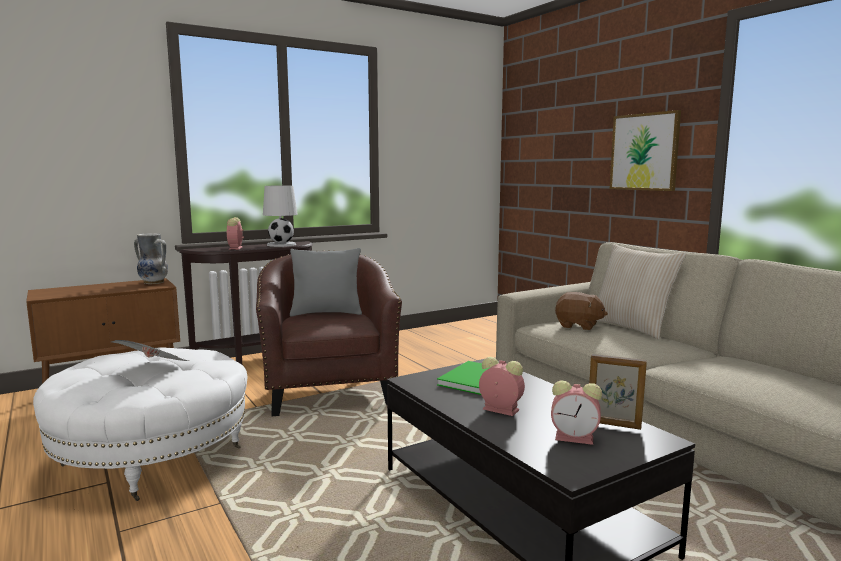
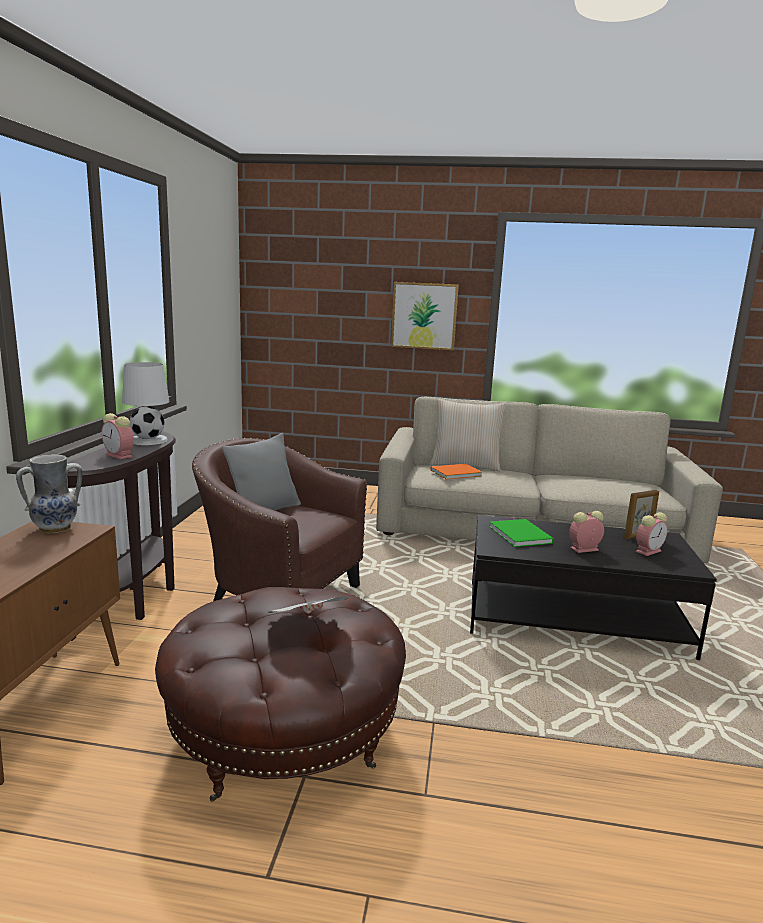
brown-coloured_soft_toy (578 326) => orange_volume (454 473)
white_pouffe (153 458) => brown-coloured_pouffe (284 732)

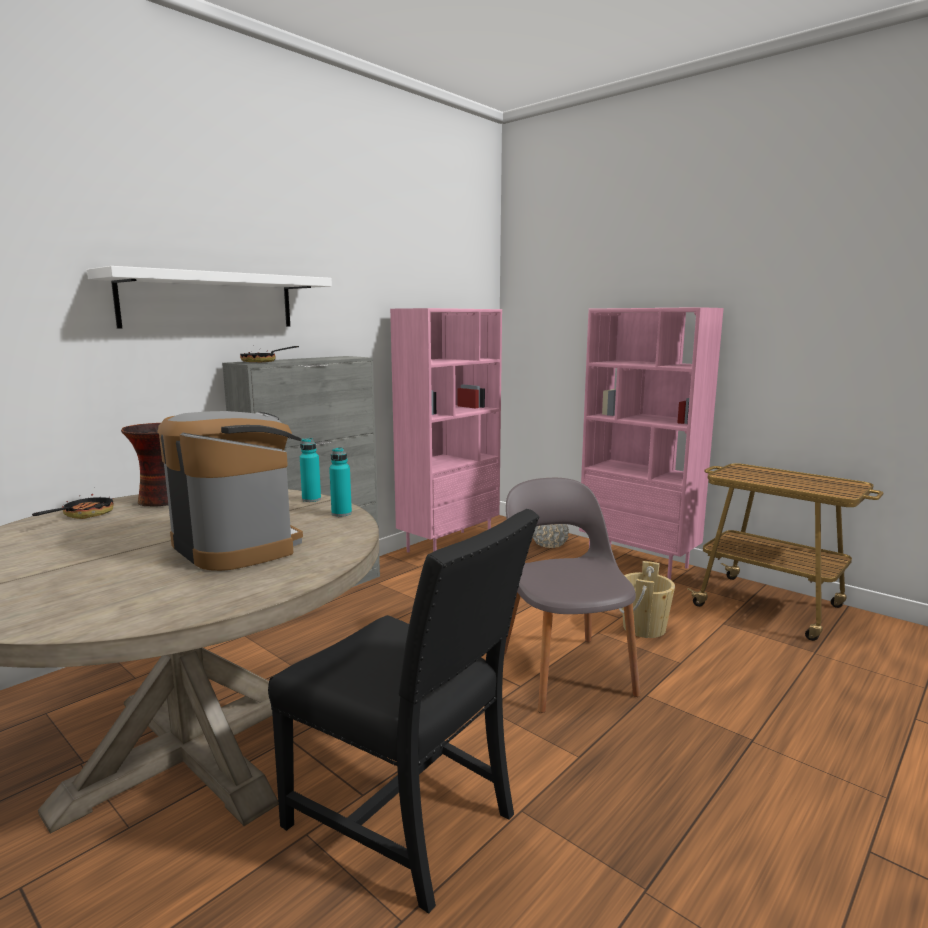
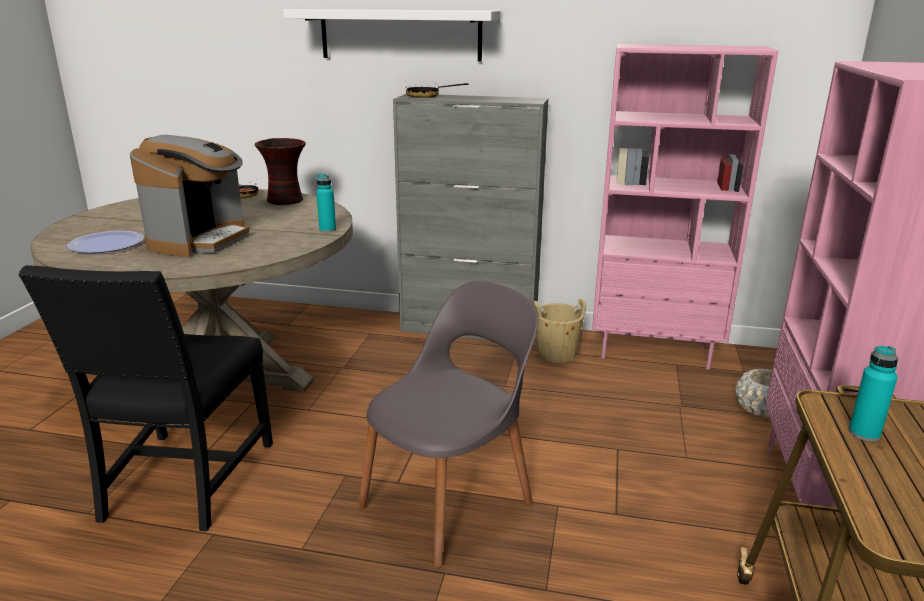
blue-green_bottle (341 513) => blue-green_bottle (864 433), shifted
sand-coloured_pail (644 628) => sand-coloured_pail (556 354), shifted
nothing => flat_dish (106 244)

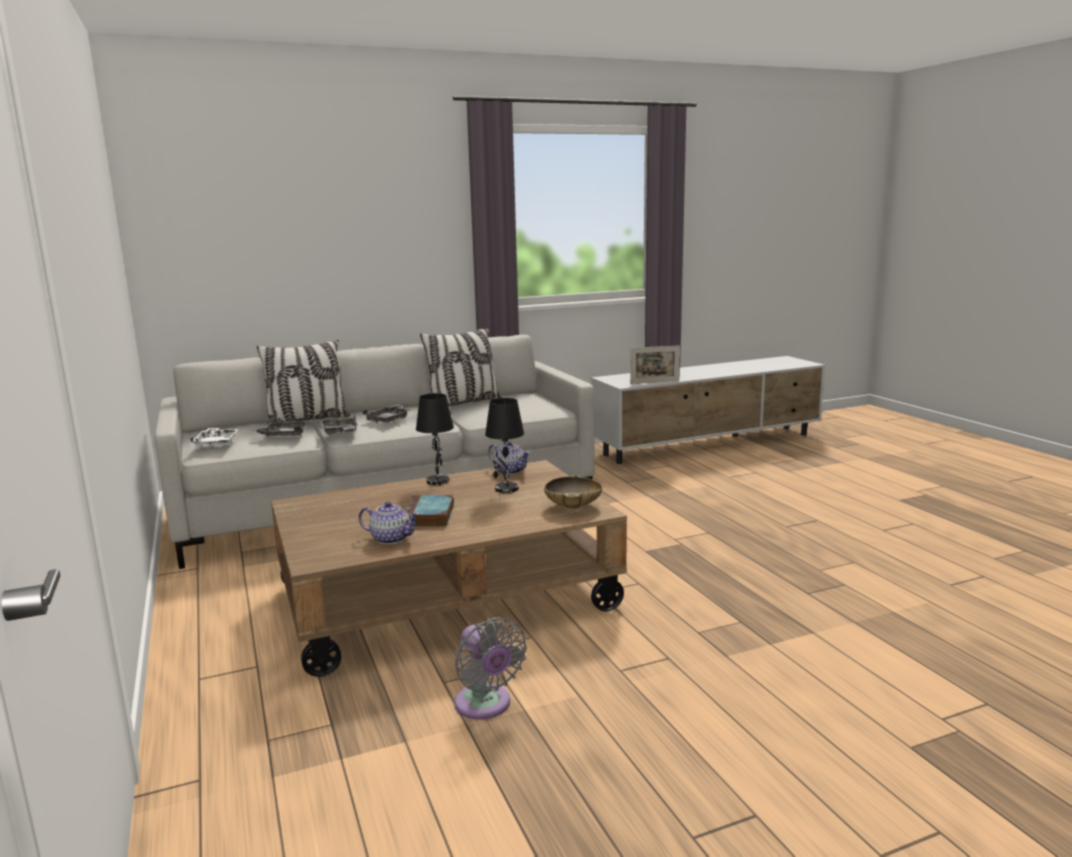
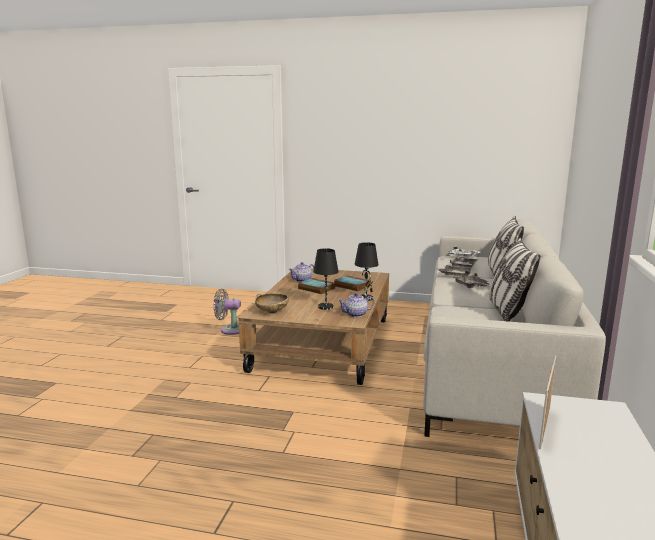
nothing => volume (351 286)

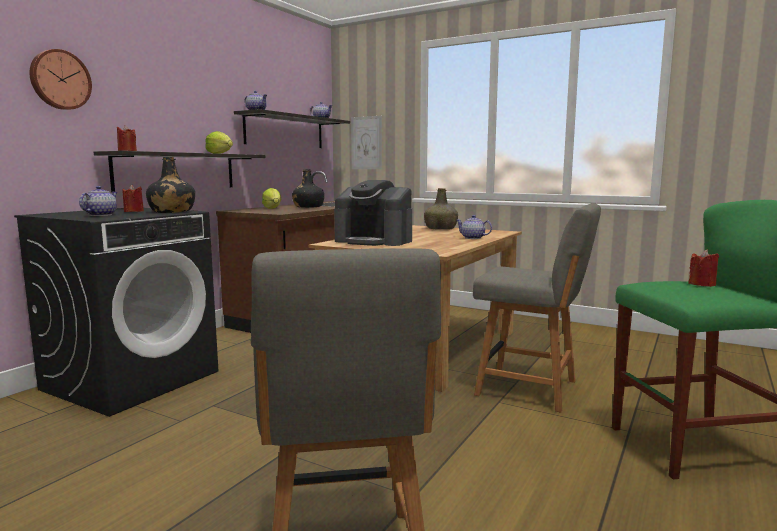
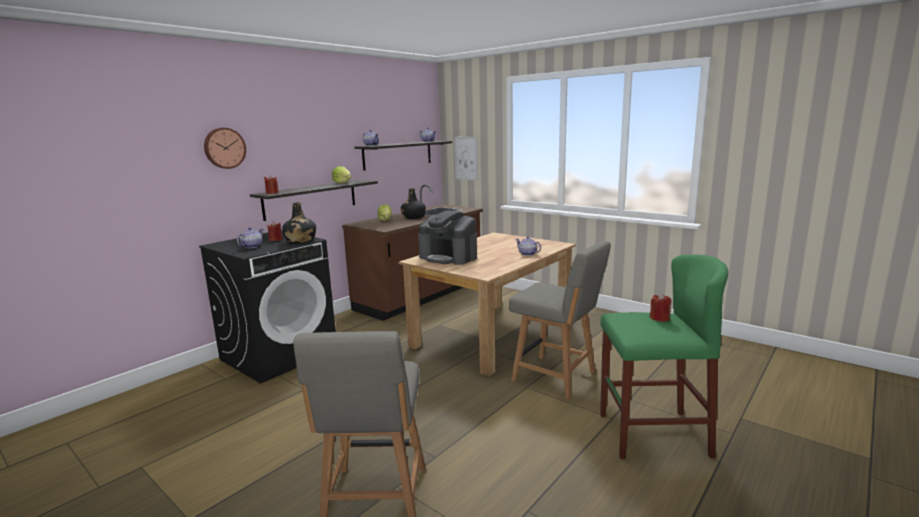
green_bottle (441 229) => nothing

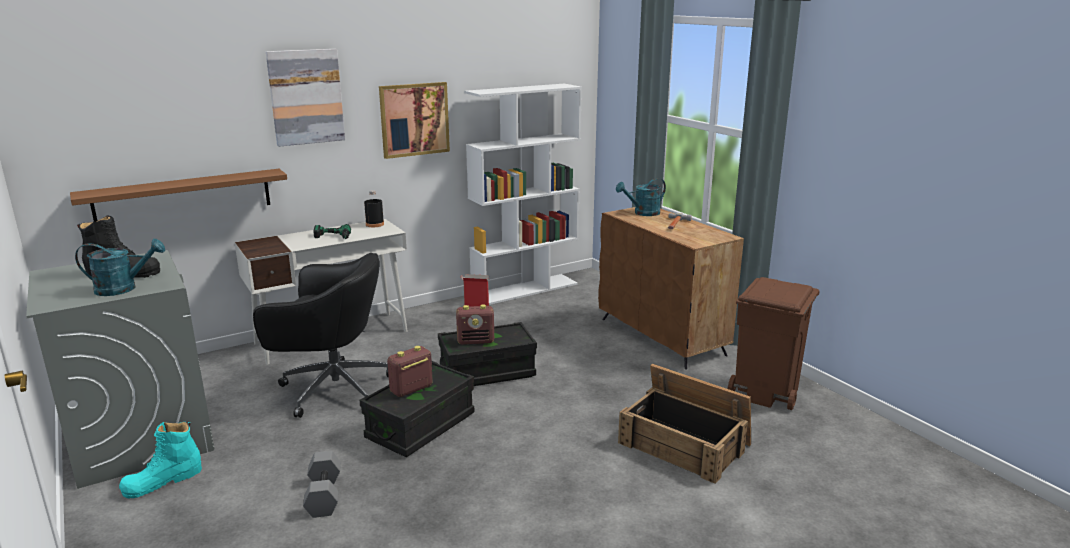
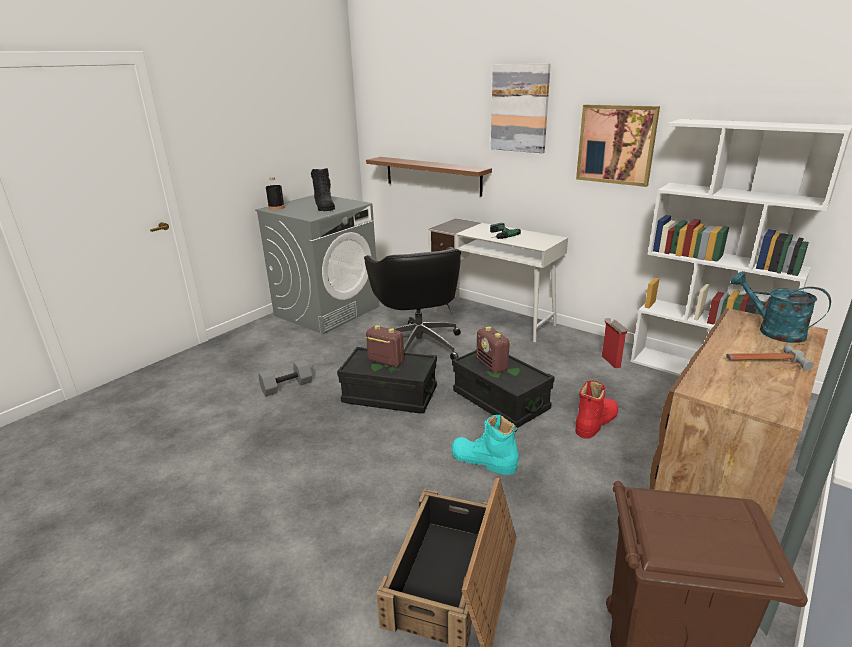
blackish_bottle (375 224) => blackish_bottle (276 207), shifted
blue-green_sprinkling_can (123 288) => nothing
blue-green_tall_boot (163 481) => blue-green_tall_boot (483 460), shifted
nothing => red_tall_boot (595 422)

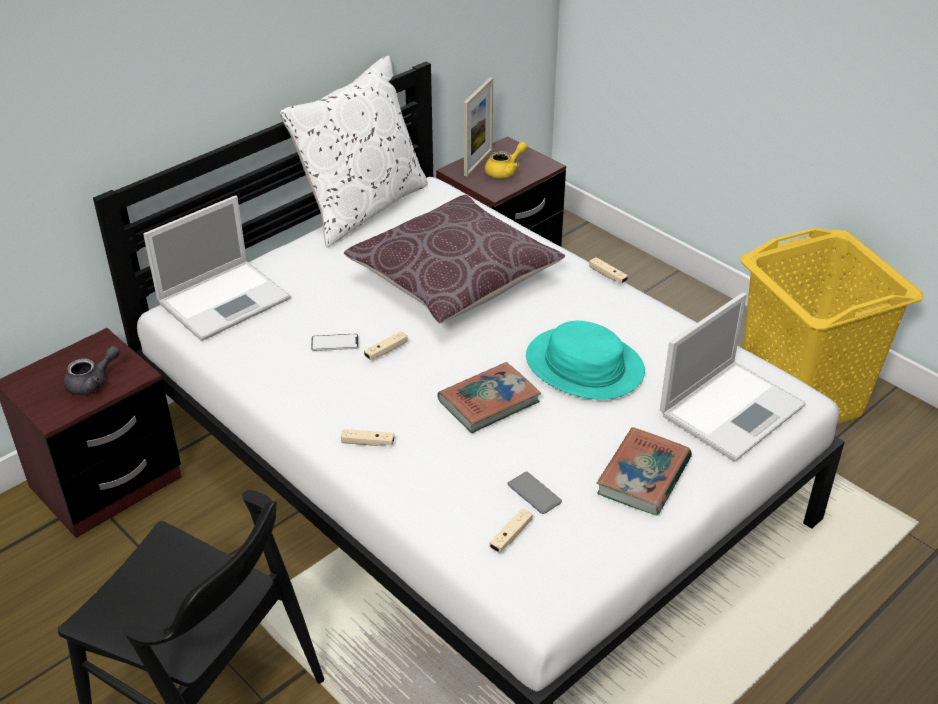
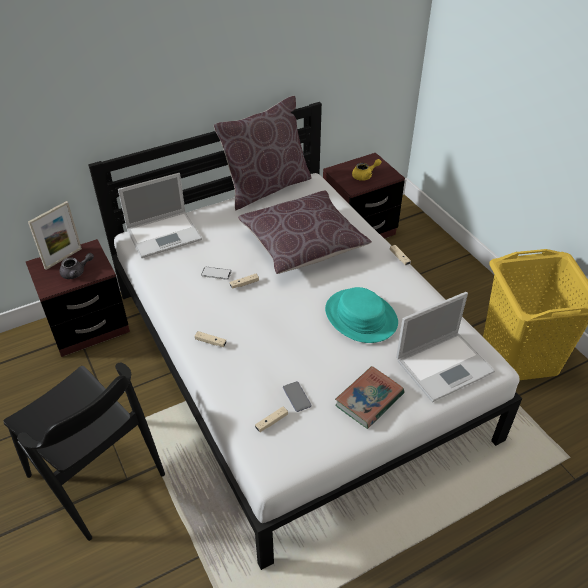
white_cushion (362 207) => brown-coloured_cushion (266 187)
photo_frame (478 162) => photo_frame (63 258), shifted
volume (489 402) => nothing

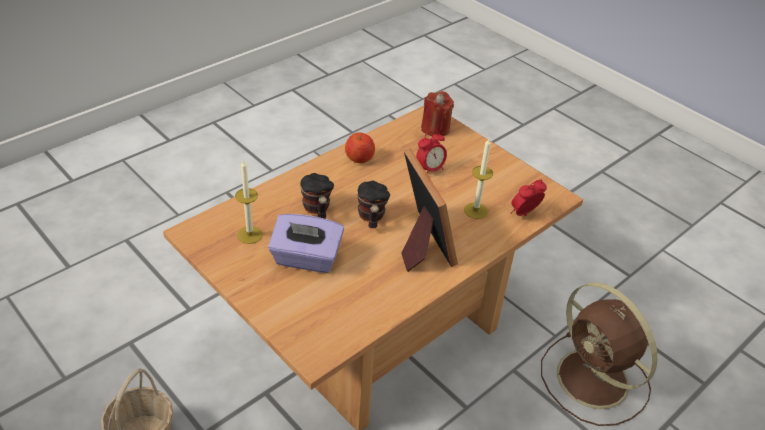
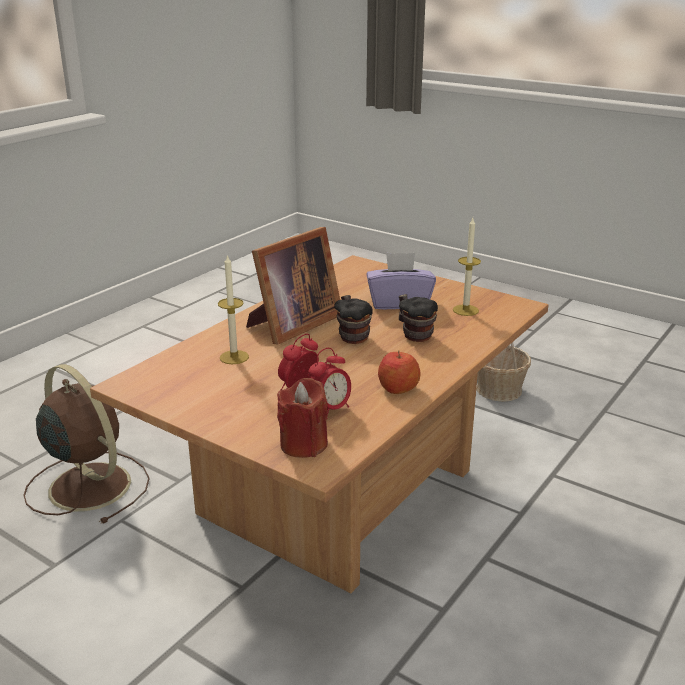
photo_frame (421 243) => photo_frame (292 325), 105 degrees counterclockwise
bedside_clock (524 214) => bedside_clock (330 410), shifted

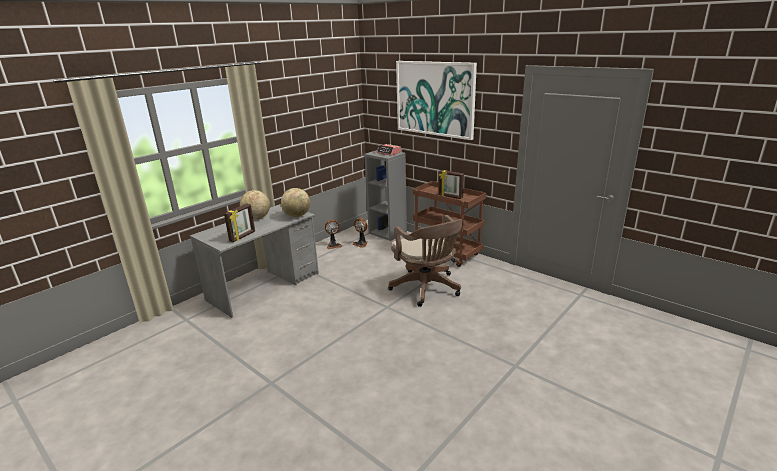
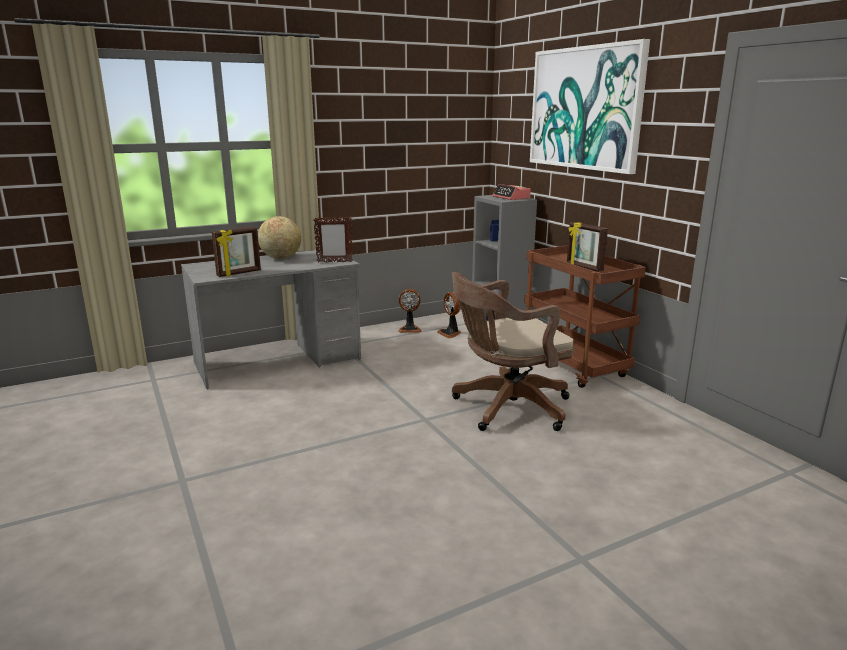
world_globe (297 216) => photo_frame (334 262)
brown-coloured_desk_chair (427 289) => brown-coloured_desk_chair (506 408), 75 degrees clockwise

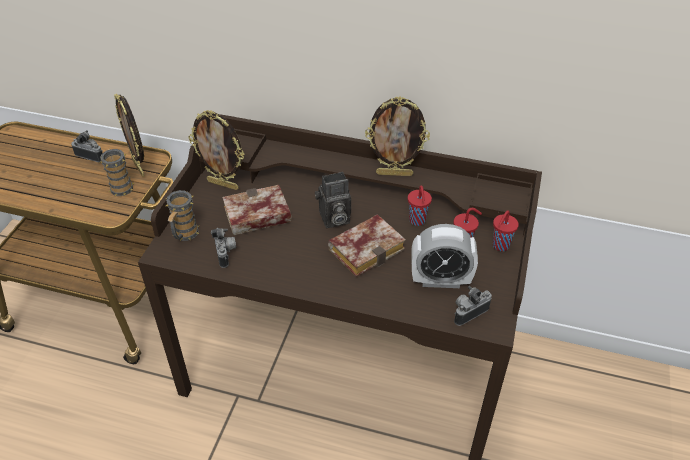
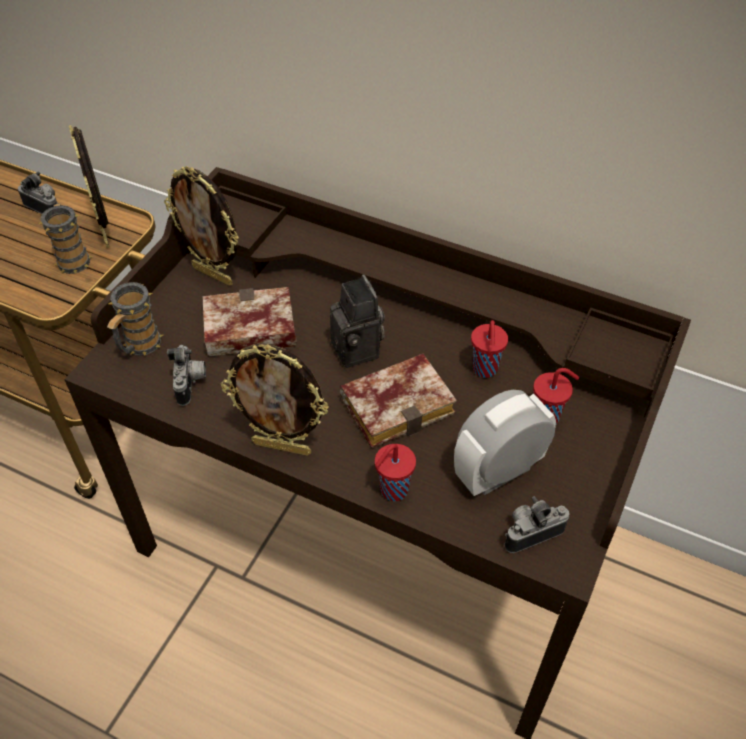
photo_frame (394 173) => photo_frame (282 446), shifted
still_camera (333 219) => still_camera (359 350), 105 degrees counterclockwise
red_cup (500 246) => red_cup (392 491), shifted
bedside_clock (440 280) => bedside_clock (499 472), 135 degrees clockwise

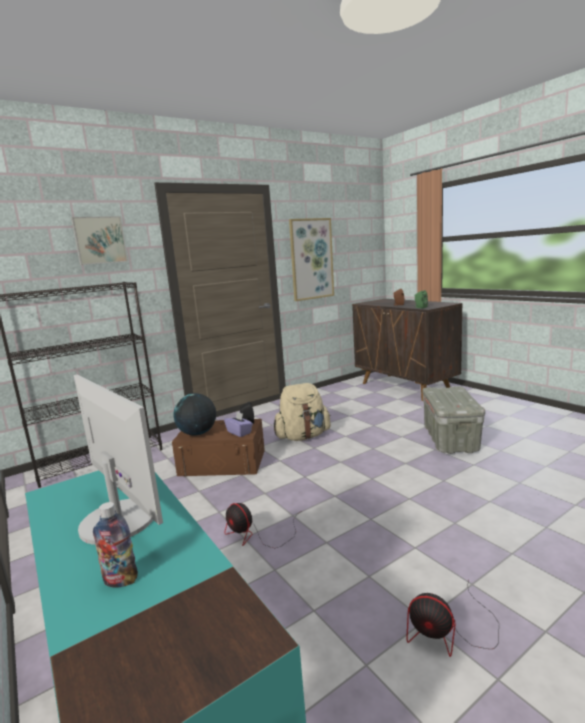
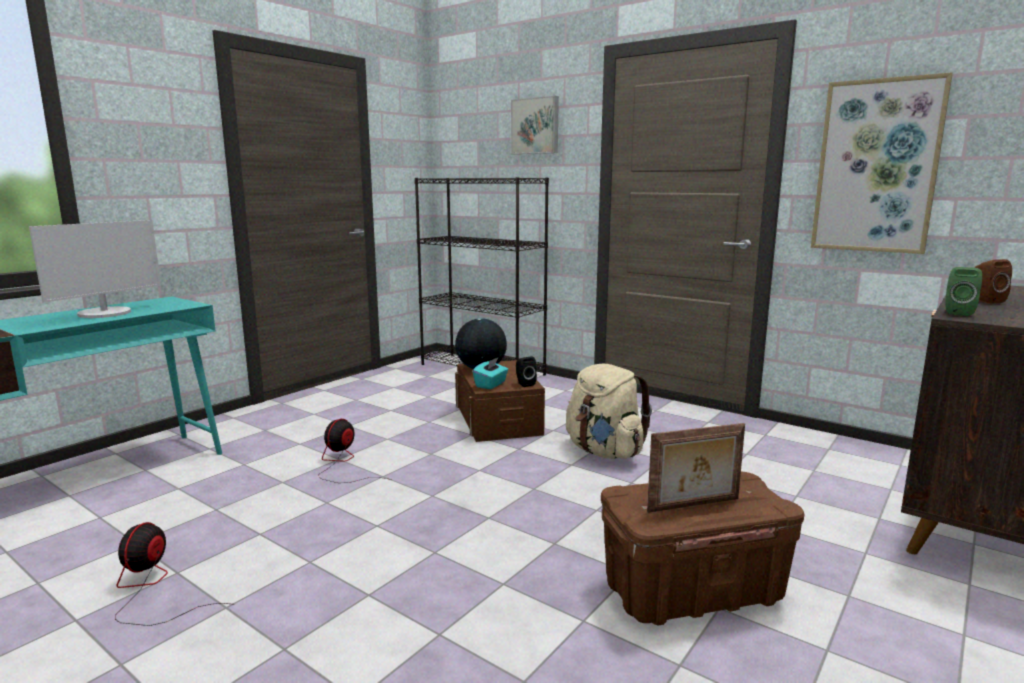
grey_storage_container (450 439) => brown-coloured_storage_container (693 591)
purple_tissue_box (239 432) => blue-green_tissue_box (491 385)
bottle (121 580) => nothing
nothing => photo_frame (694 506)

